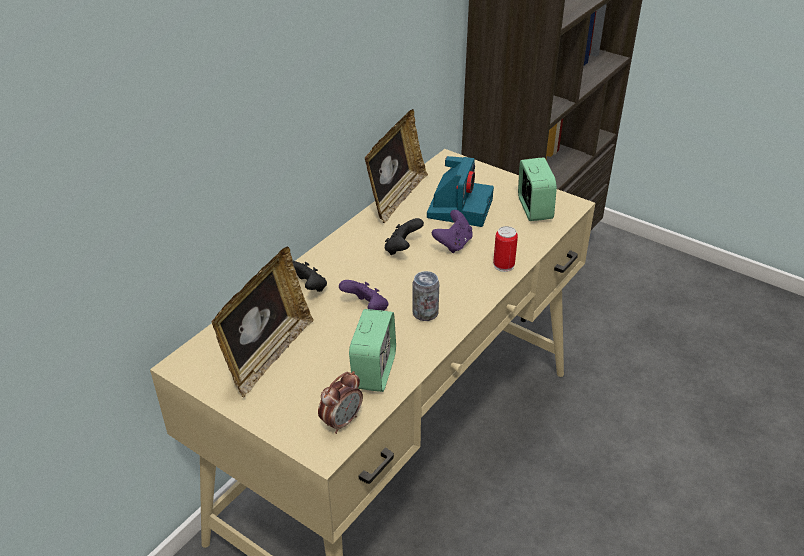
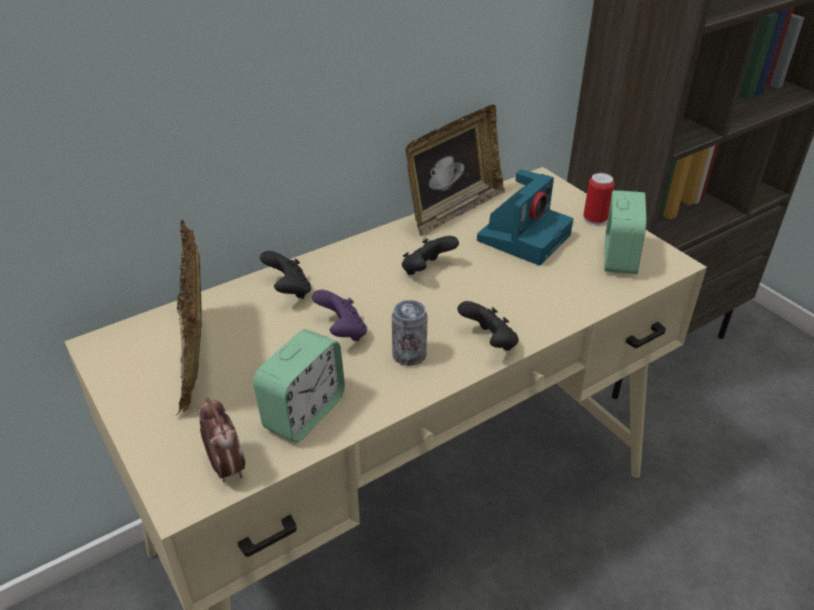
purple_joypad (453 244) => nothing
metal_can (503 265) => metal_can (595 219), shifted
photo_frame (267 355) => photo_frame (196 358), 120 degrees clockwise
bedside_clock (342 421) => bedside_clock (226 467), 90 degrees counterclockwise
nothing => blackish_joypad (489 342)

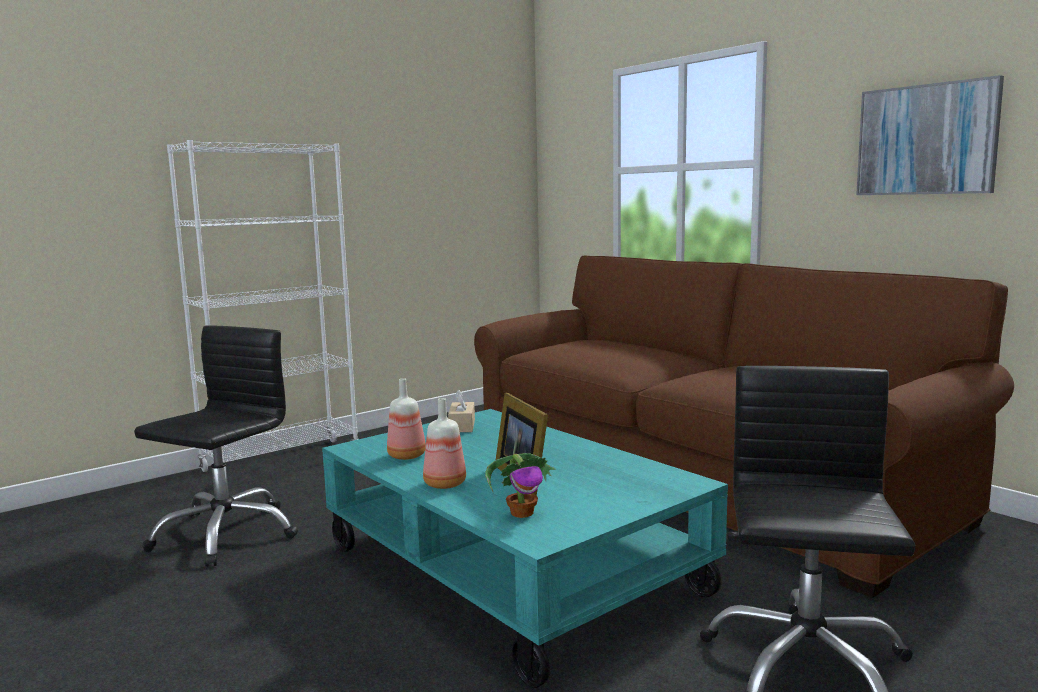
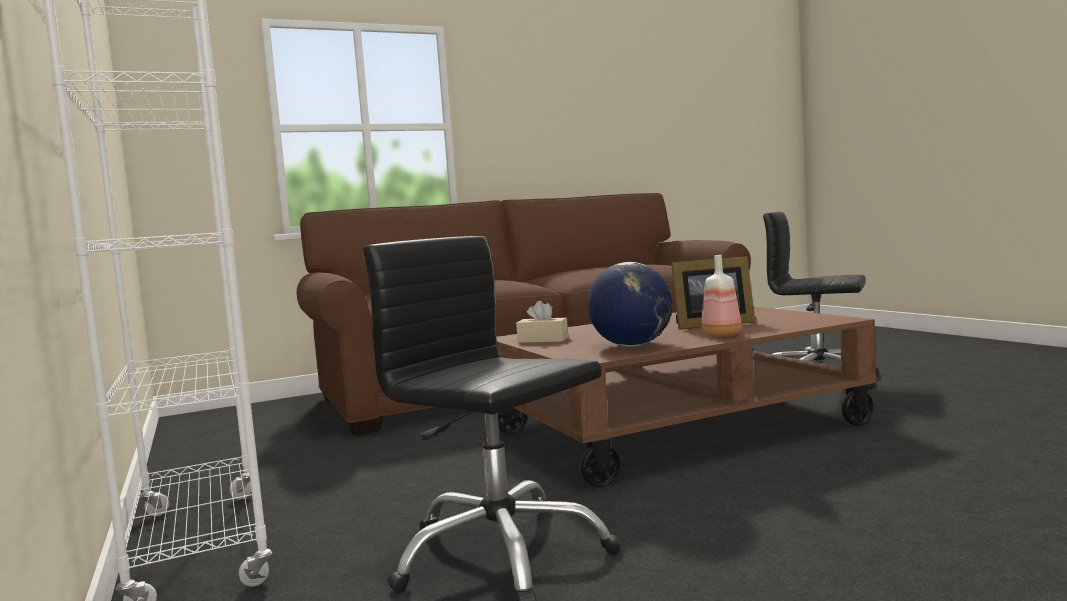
picture (926 140) => nothing
bottle (407 455) => world_globe (631 345)
blue-green_lounge_table (512 570) => brown-coloured_lounge_table (677 428)
houseplant (522 513) => nothing

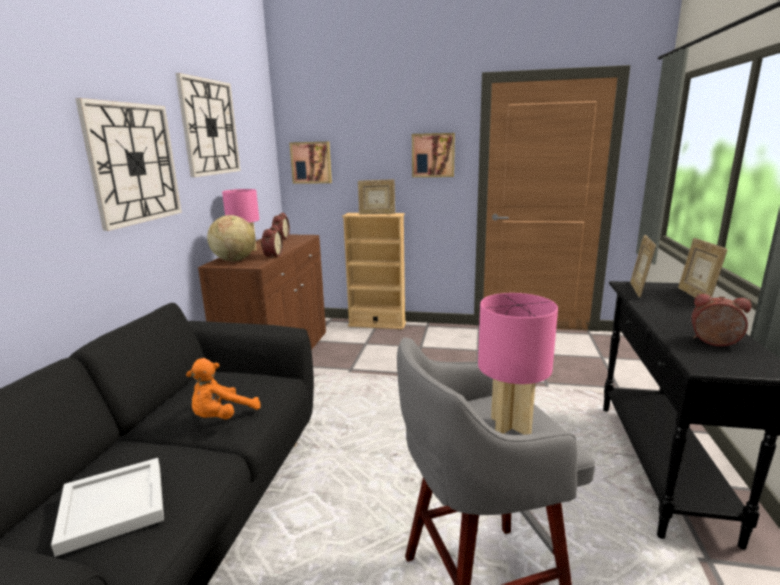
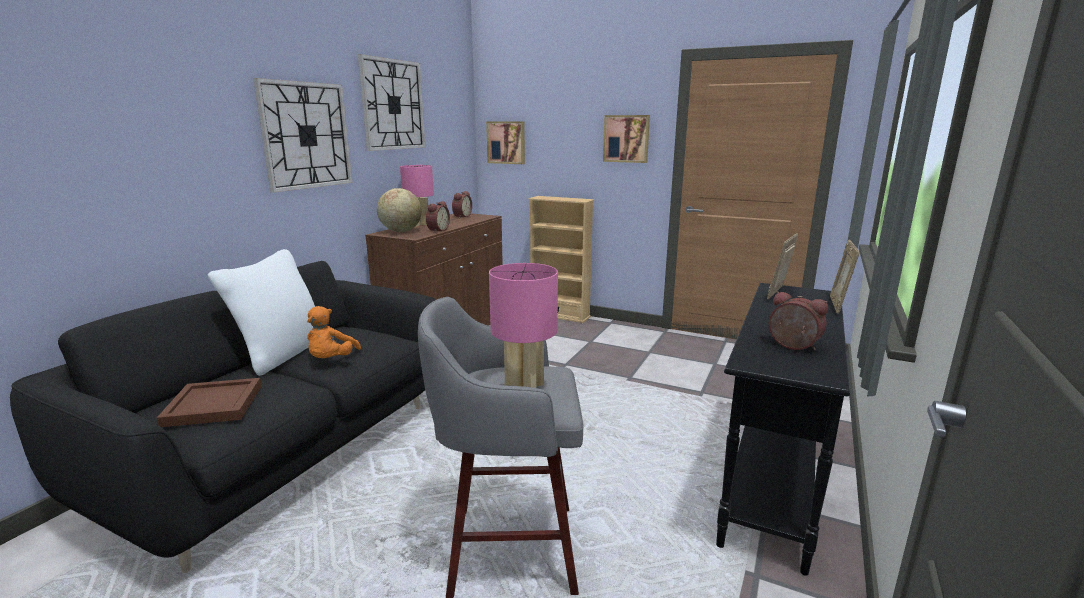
photo_frame (377 214) => nothing
orange_soft_toy (222 417) => orange_soft_toy (331 360), 45 degrees counterclockwise
white_carrying_tray (111 508) => brown-coloured_carrying_tray (212 406)
nothing => white_cushion (281 353)

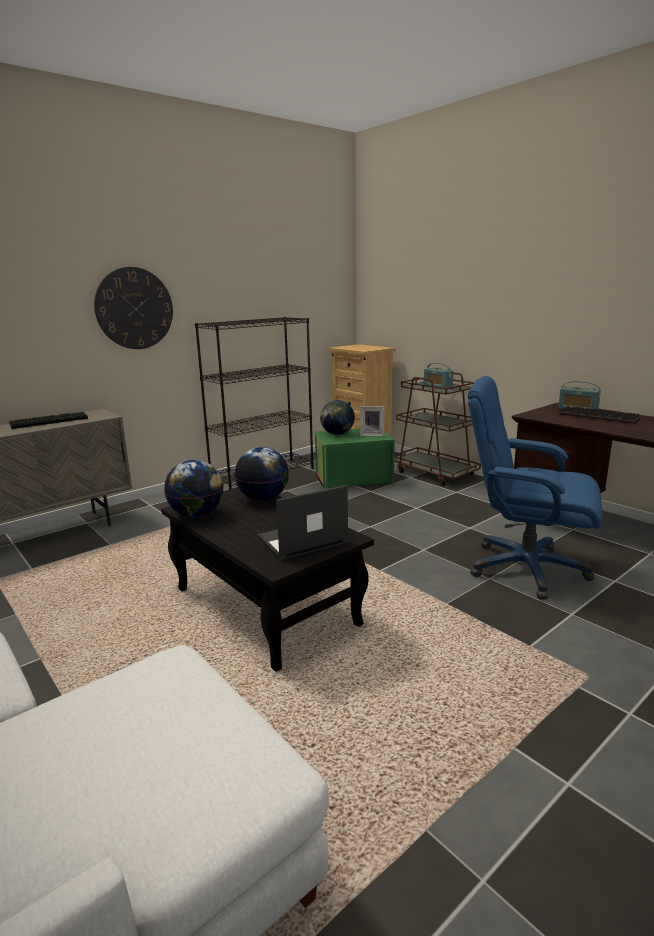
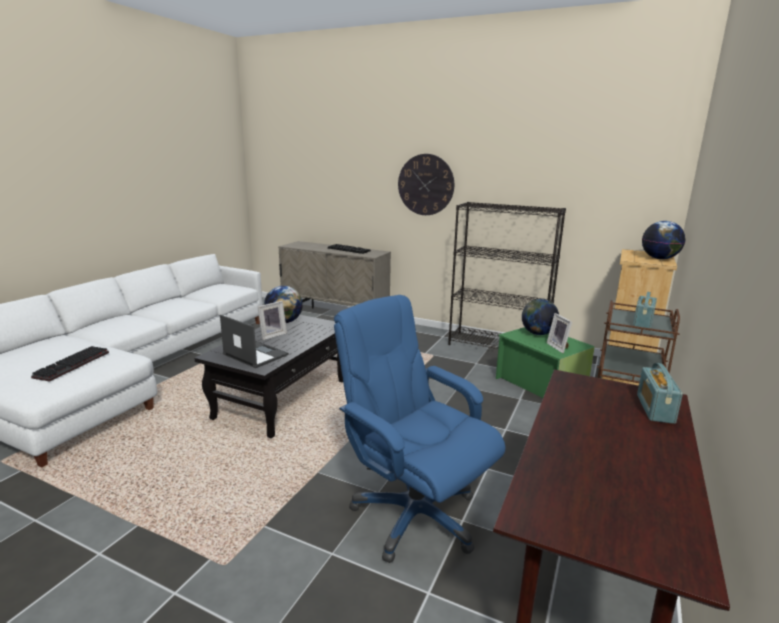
blue_desk_chair (525 568) => blue_desk_chair (414 515), 45 degrees counterclockwise
PC_keyboard (599 417) => PC_keyboard (72 365), shifted
world_globe (263 499) => world_globe (659 258), shifted
nothing => photo_frame (272 335)

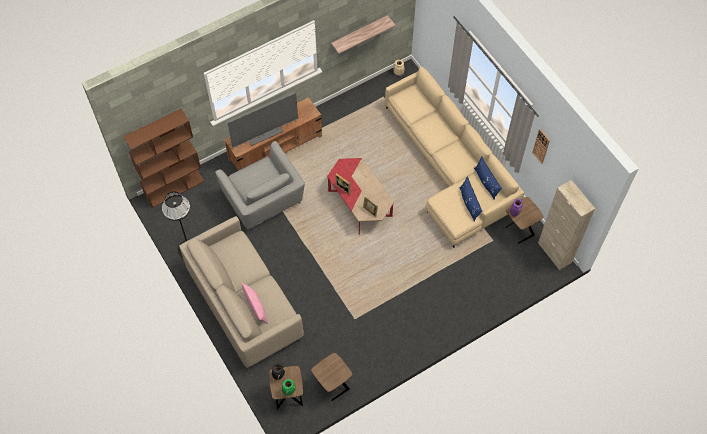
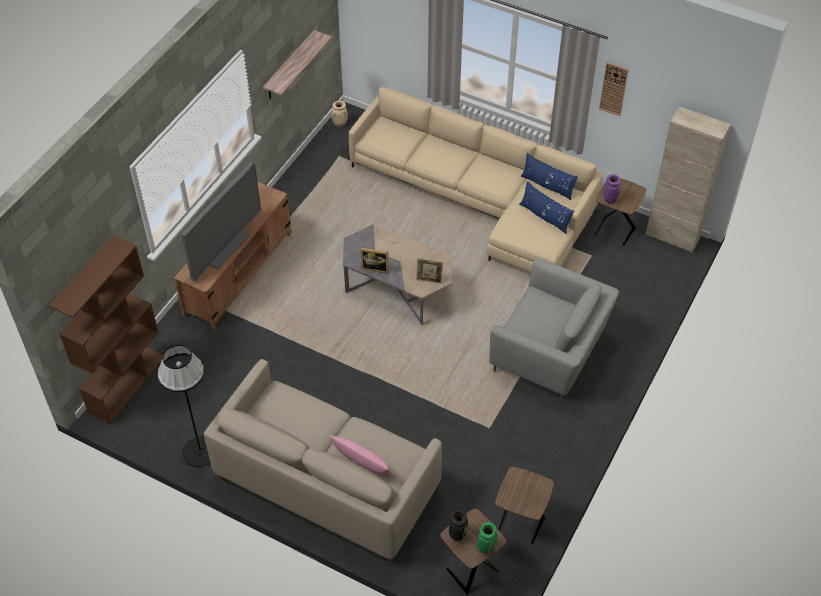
grey_lounge_chair (263 201) => grey_lounge_chair (549 354), shifted
red_lounge_table (360 203) => grey_lounge_table (397 288)

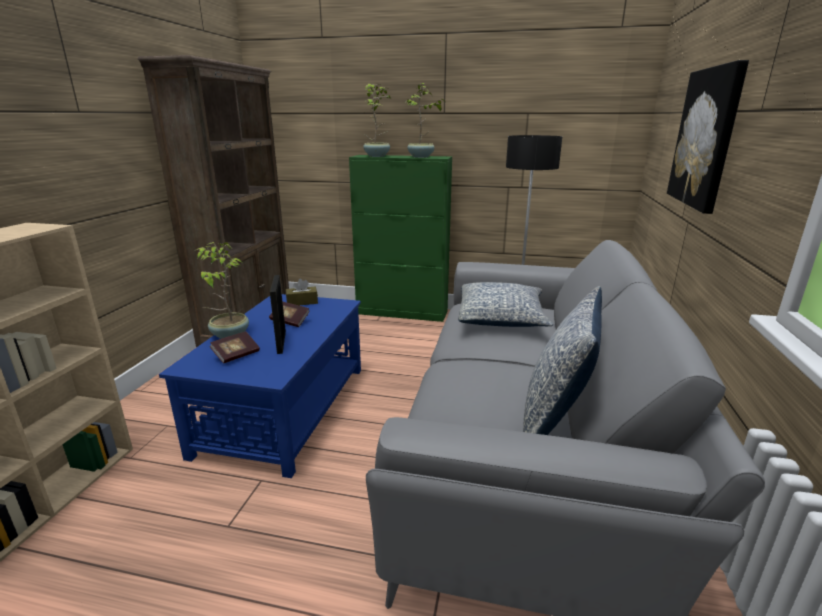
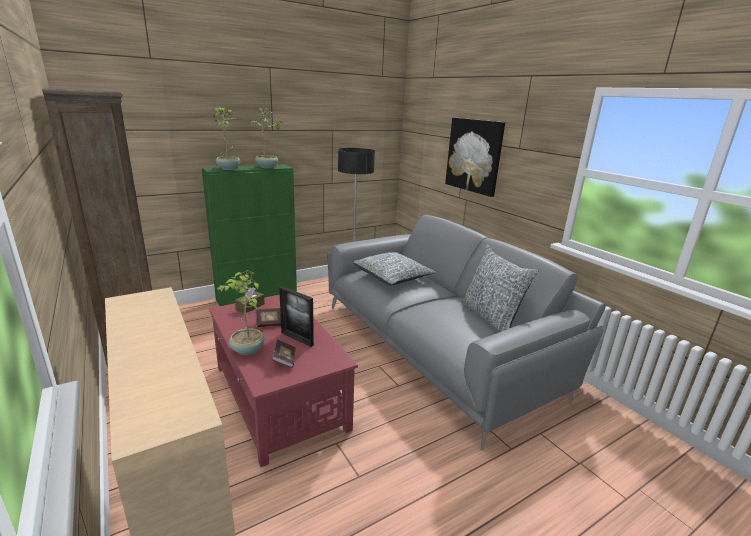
blue_lounge_table (284 409) => red_lounge_table (279 397)

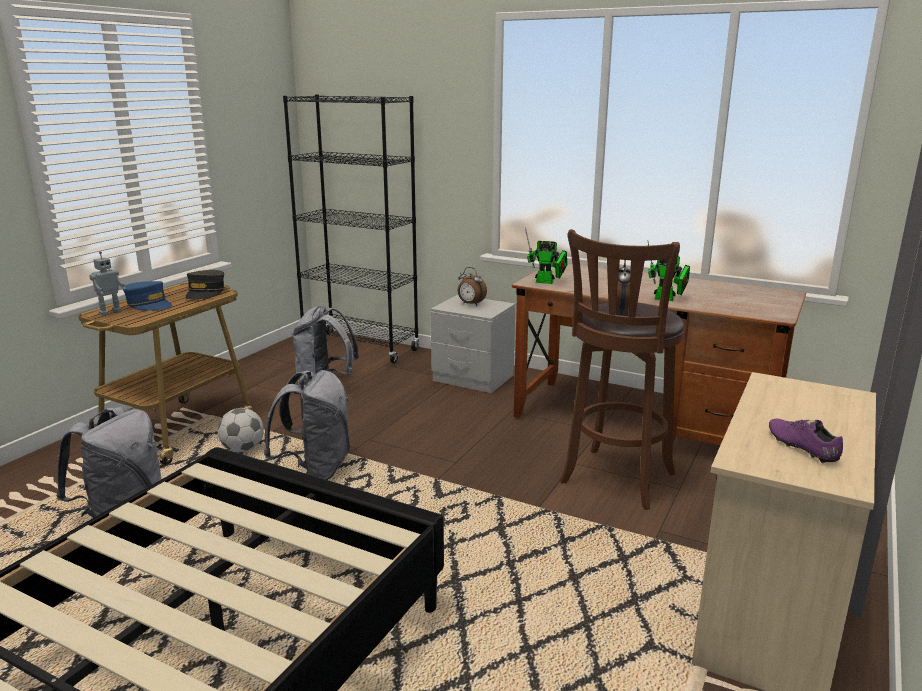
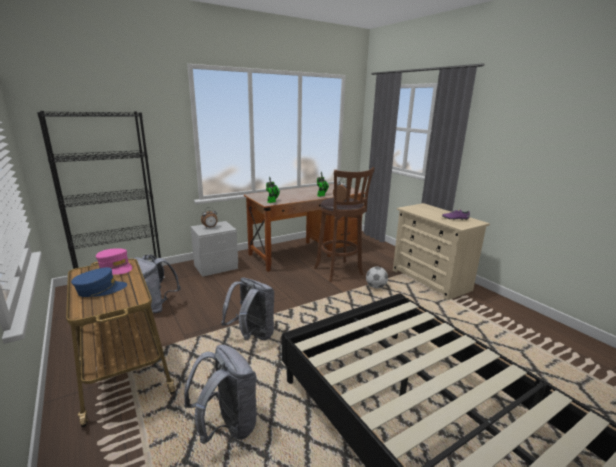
toy_robot (110 312) => nothing
grey_peaked_cap (205 292) => pinkish_peaked_cap (116 267)
ball_for_football (243 449) => ball_for_football (376 287), shifted

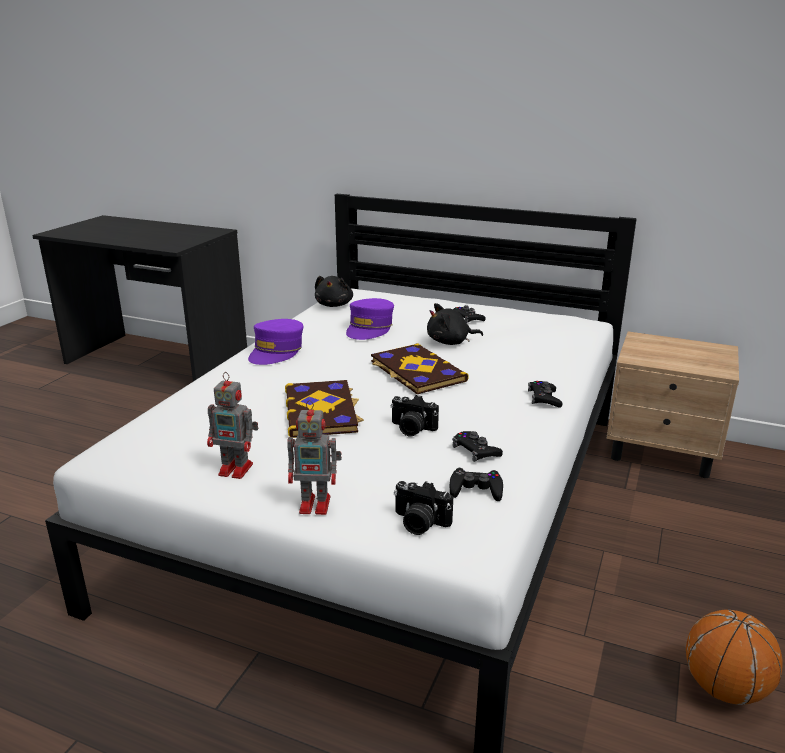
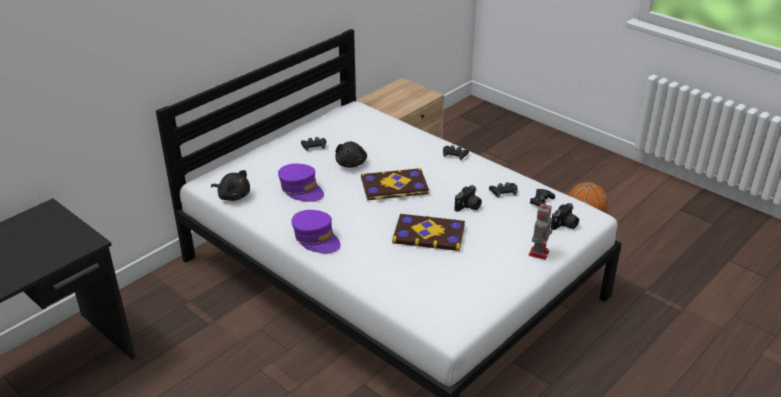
toy_robot (237 469) => nothing

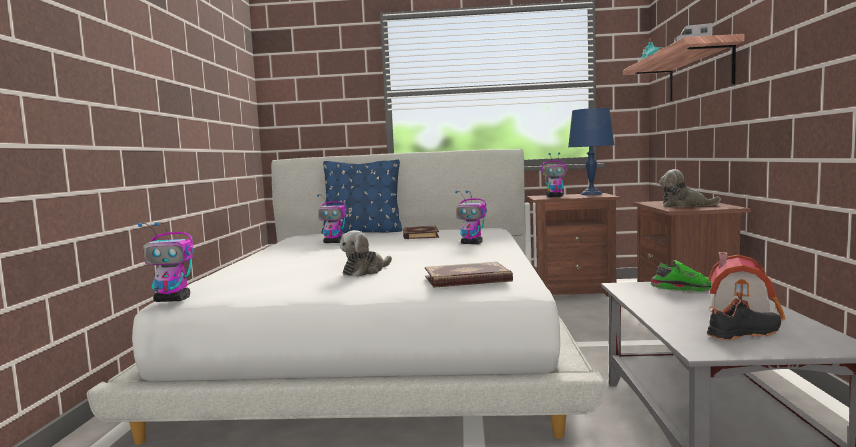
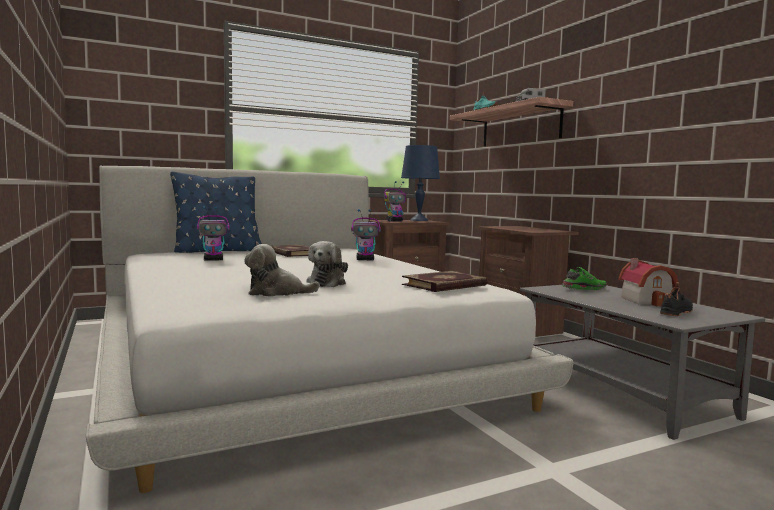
soft_toy (684 205) => soft_toy (276 292), shifted
toy_robot (173 300) => nothing

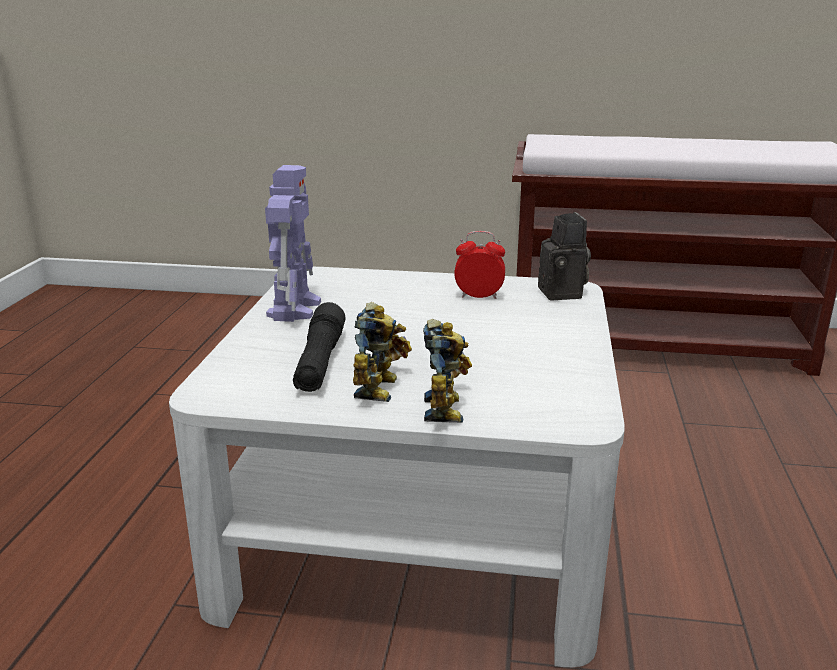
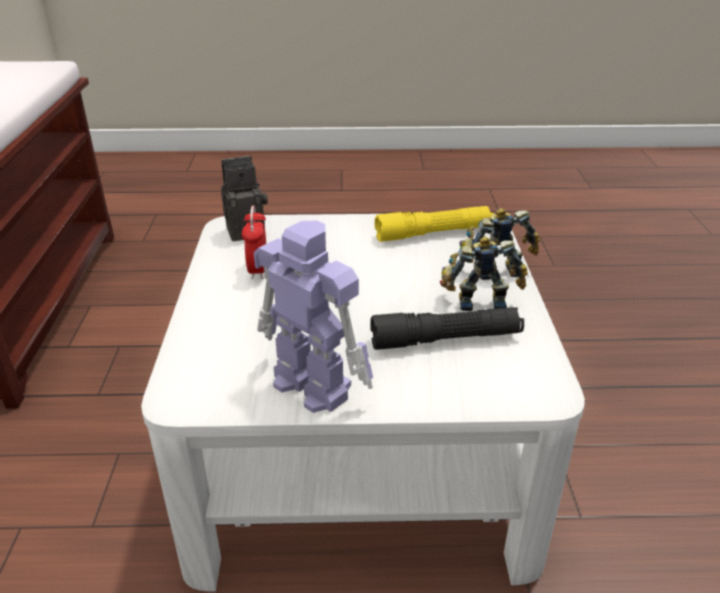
toy_robot (295 308) => toy_robot (310 384), 45 degrees clockwise
nothing => yellow_hand_torch (434 233)

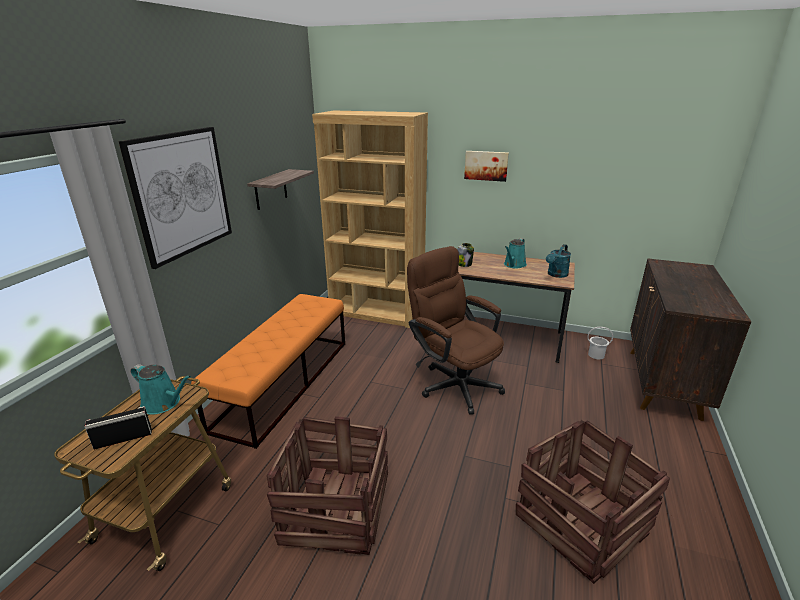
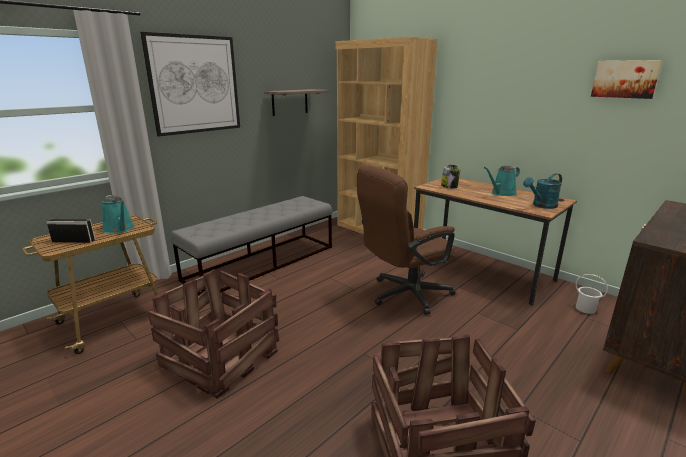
picture (486 165) => picture (625 79), shifted
brown-coloured_desk_chair (454 382) => brown-coloured_desk_chair (403 295), 105 degrees counterclockwise
orange_indoor_bench (284 382) => grey_indoor_bench (262 262)

